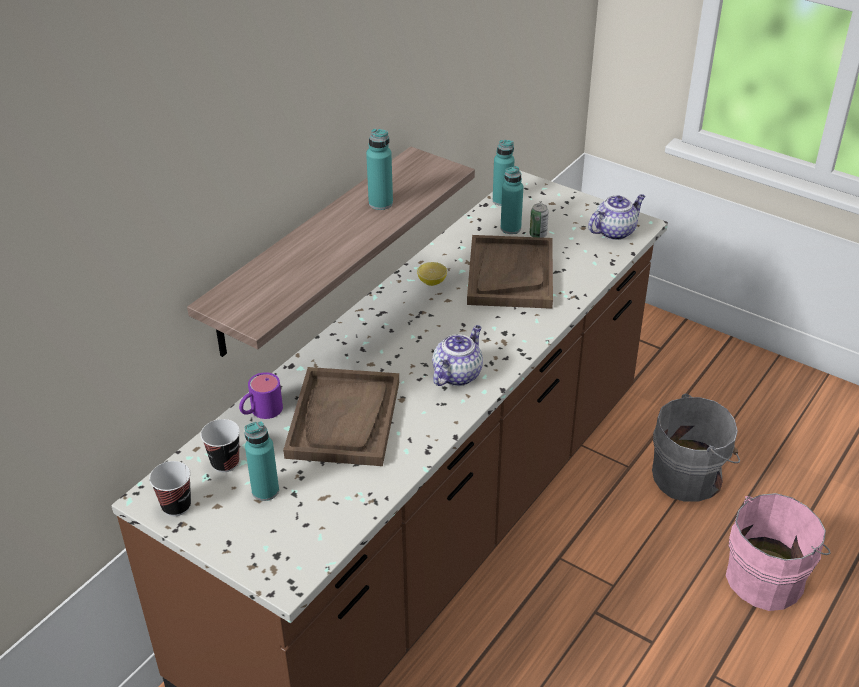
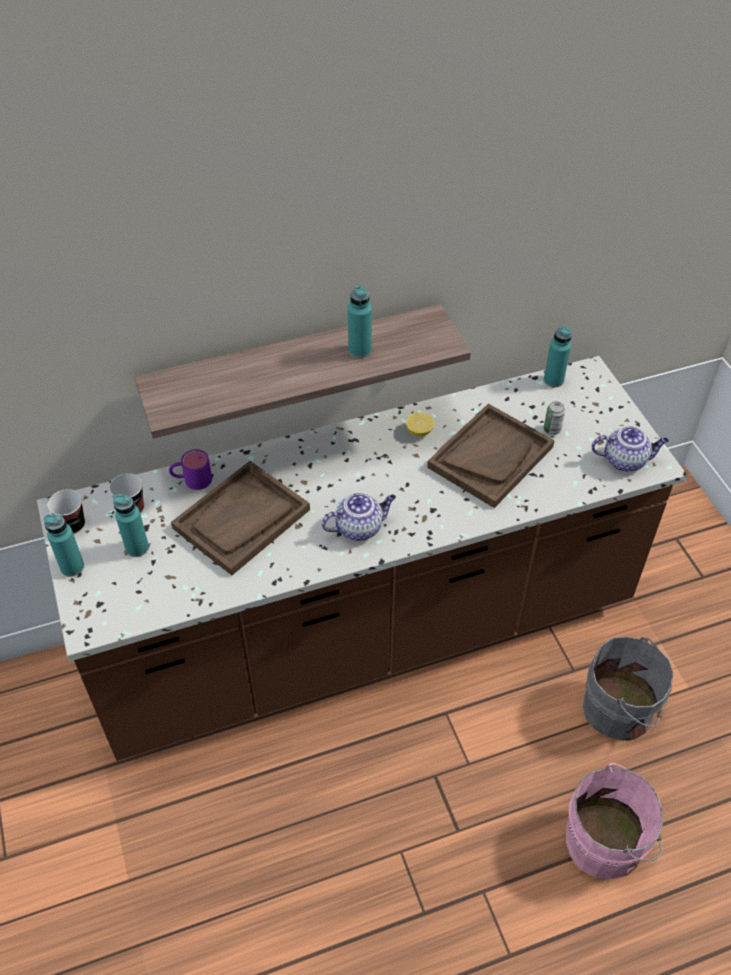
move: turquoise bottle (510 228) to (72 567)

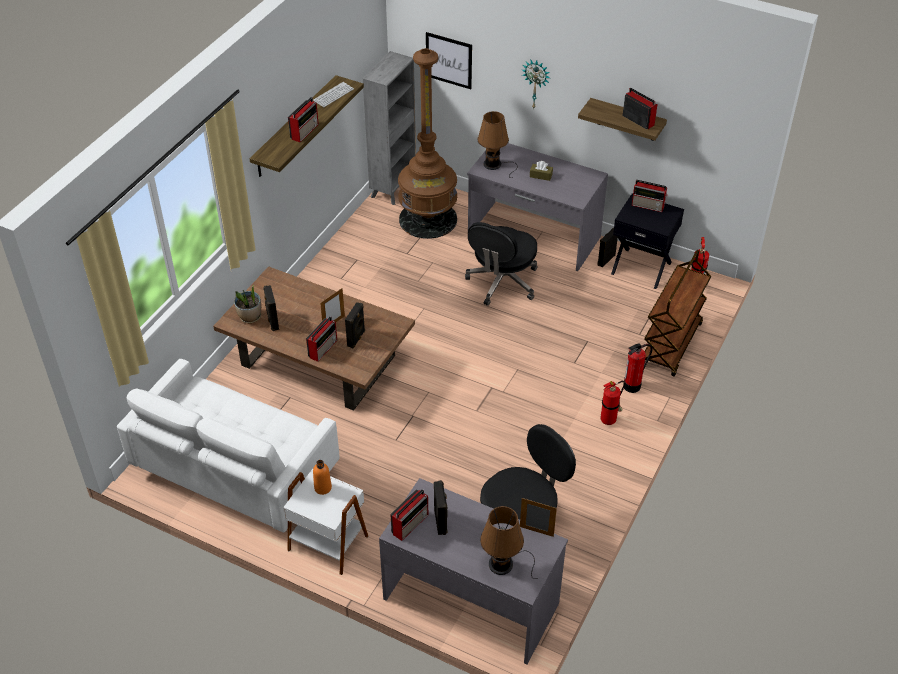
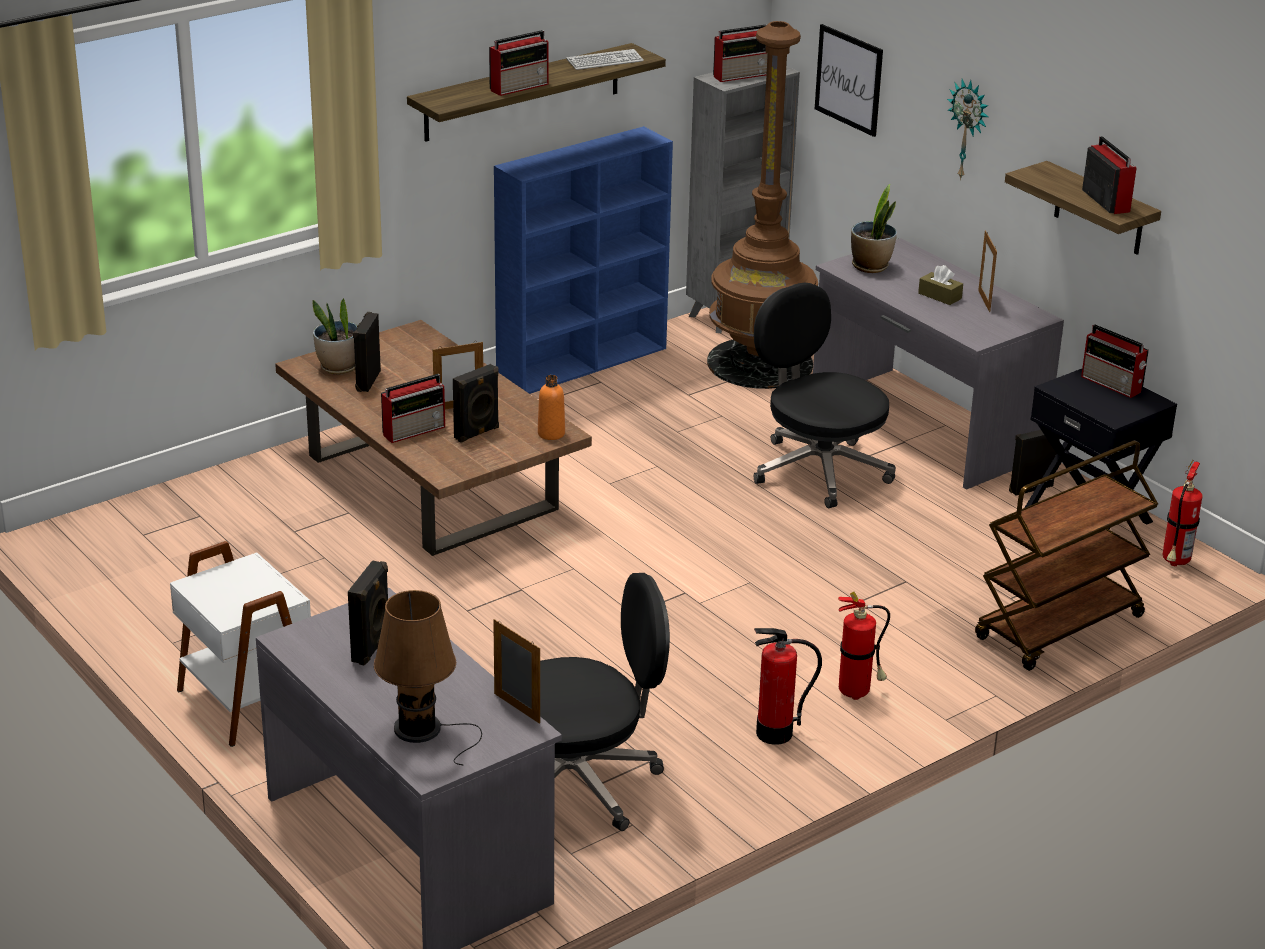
delete: white sofa (235 472)
insert: blue bookcase (583 362); picture frame (984 301)
move: orange bottle (323 488) to (551 434); radio (411 523) to (741 75); fire extinguisher (632 386) to (774 733)
replace: brown table lamp (494 165) to potted plant (871 266)
rotate: black office chair (502 282) = (818 469) 90 degrees clockwise

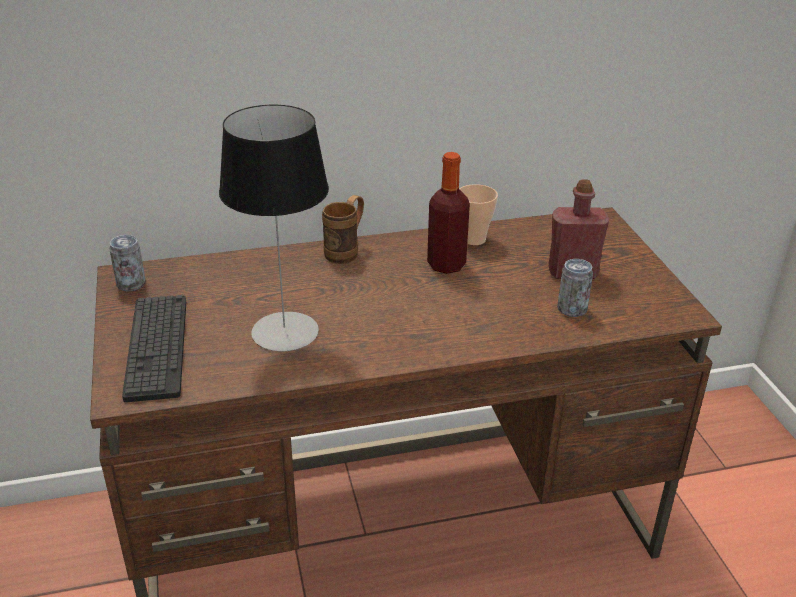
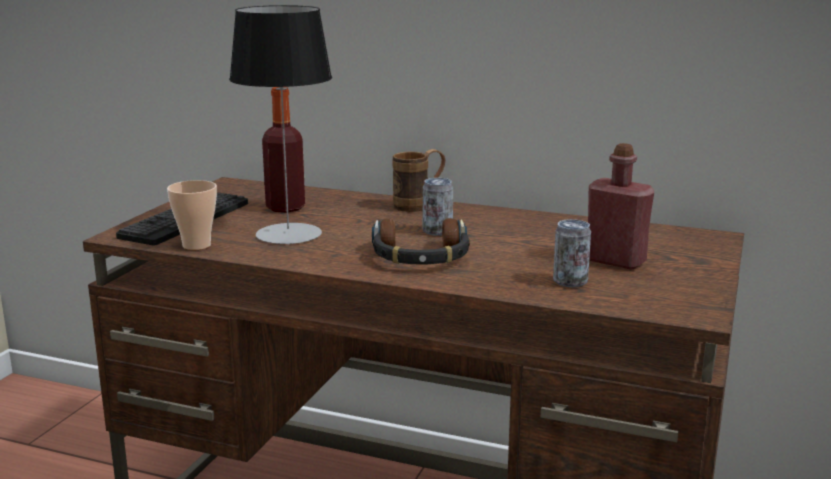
insert: headphones (420 257)
move: can (131 284) to (437 231); bottle (446 265) to (285 208); cup (474 239) to (196 245)

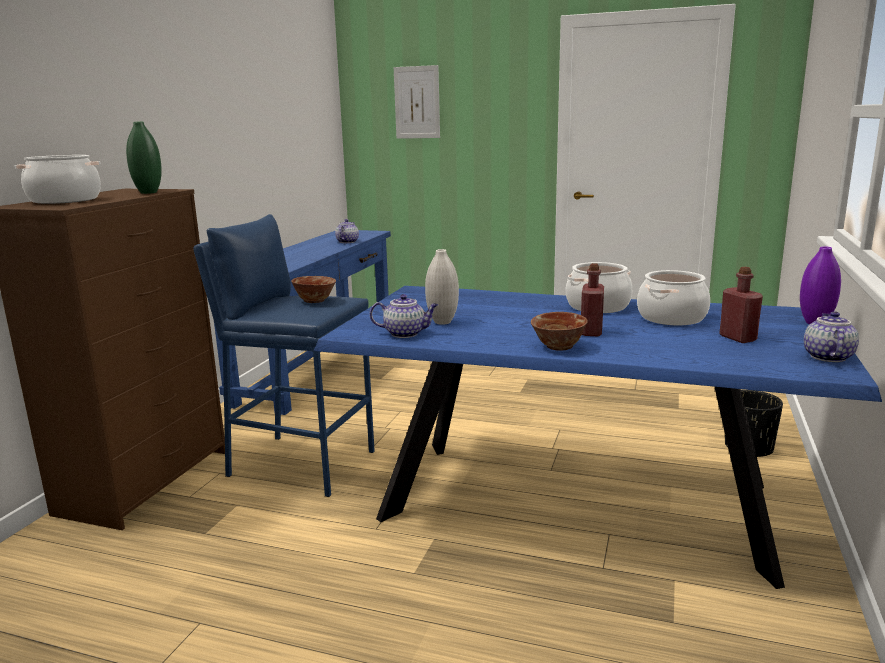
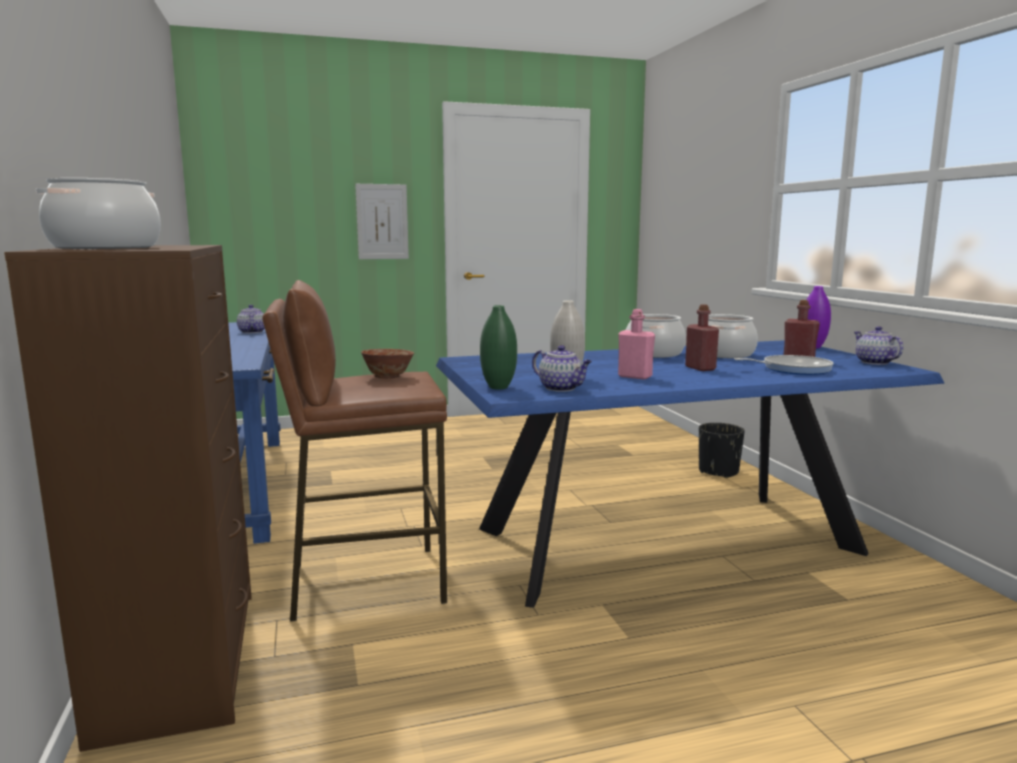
delete: bowl (559 347)
insert: pink bottle (635 376); frying pan (792 369)
move: green vase (148 192) to (498 387); picture (417 102) to (382 221)
recolor: blue stool (301 463) to brown stool (366 582)
rotate: teapot (405 333) = (561 388) 75 degrees clockwise

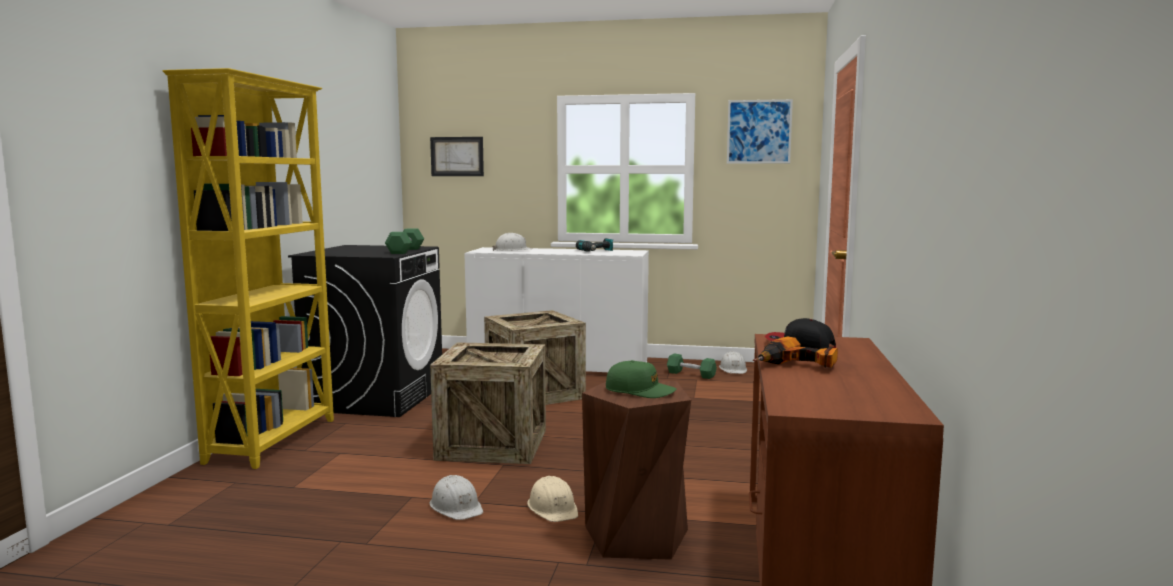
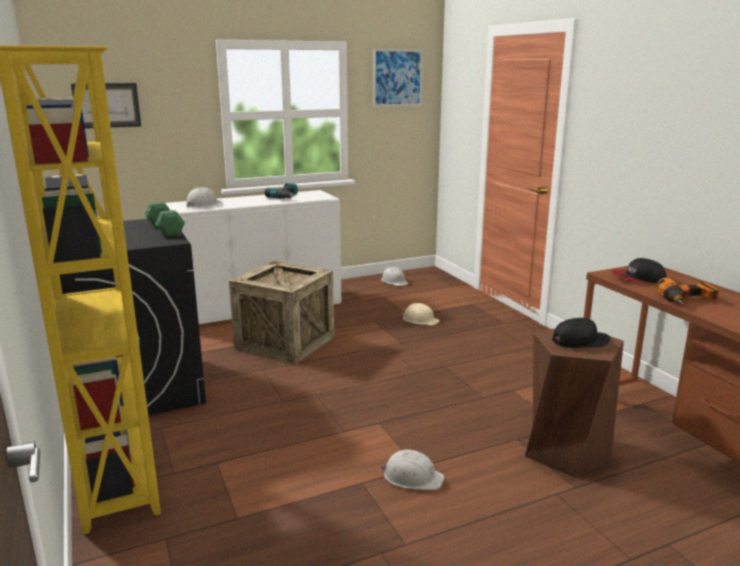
delete: crate (492 444); green dumbbell (691 374)
move: beige hard hat (553 508) to (420 320)
recolor: green cap (640 391) to black cap (580 341)

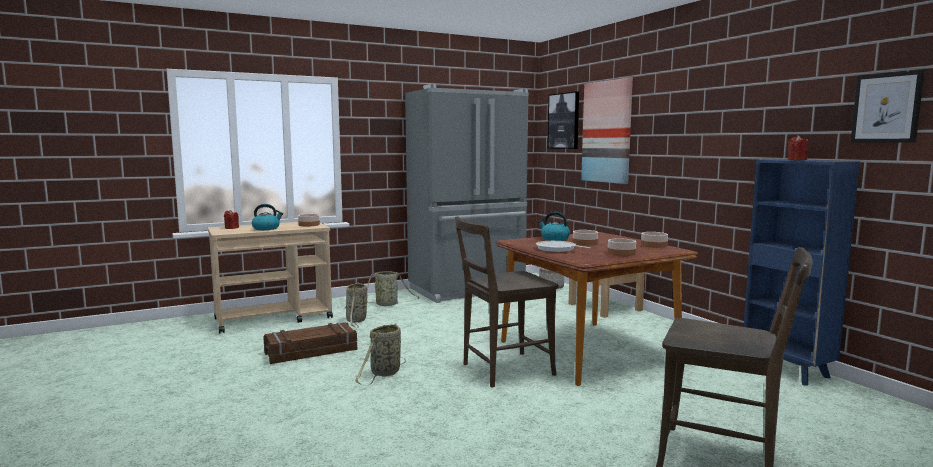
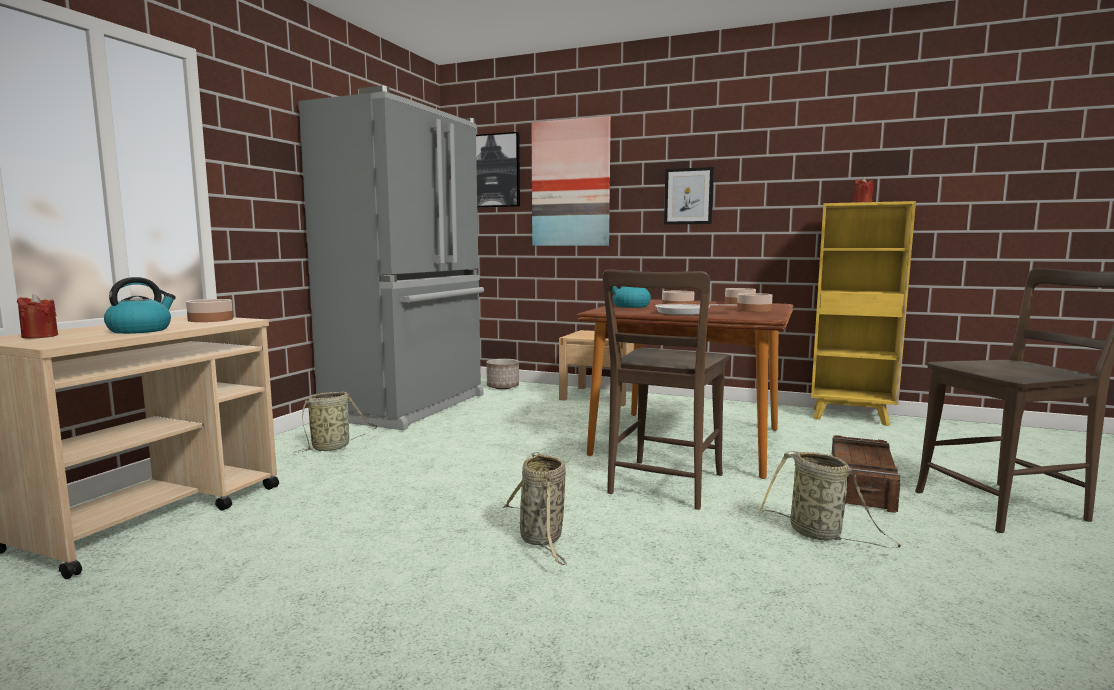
move: crate (311 352) to (862 484); basket (356 321) to (819 534); picture (886 108) to (688 196)
recolor: blue bookcase (787 370) to yellow bookcase (851 417)

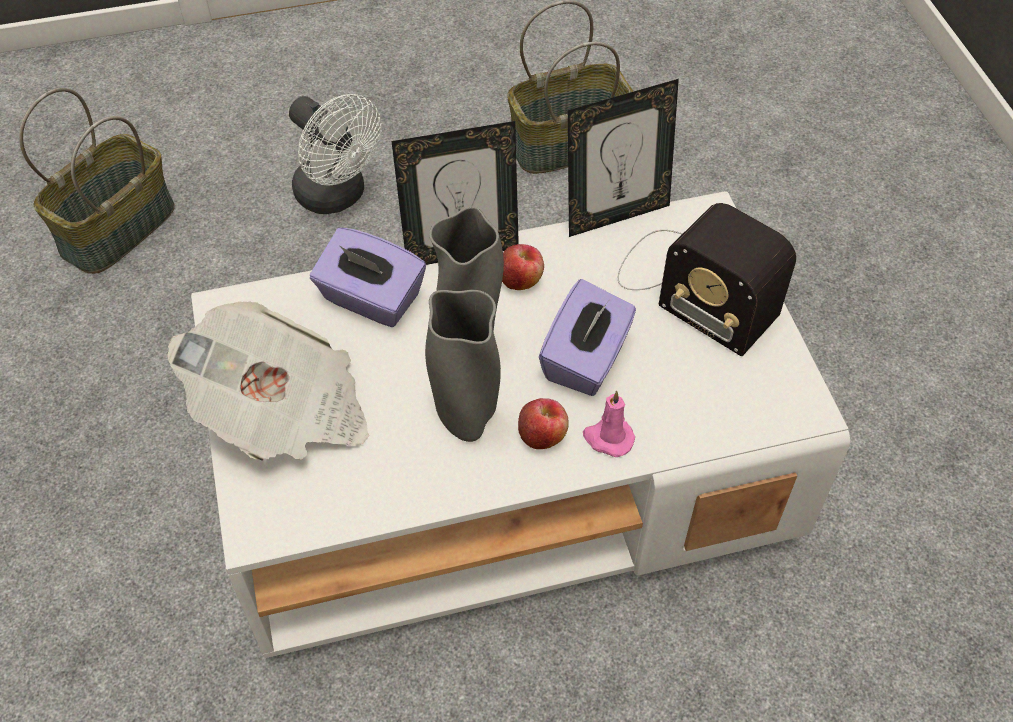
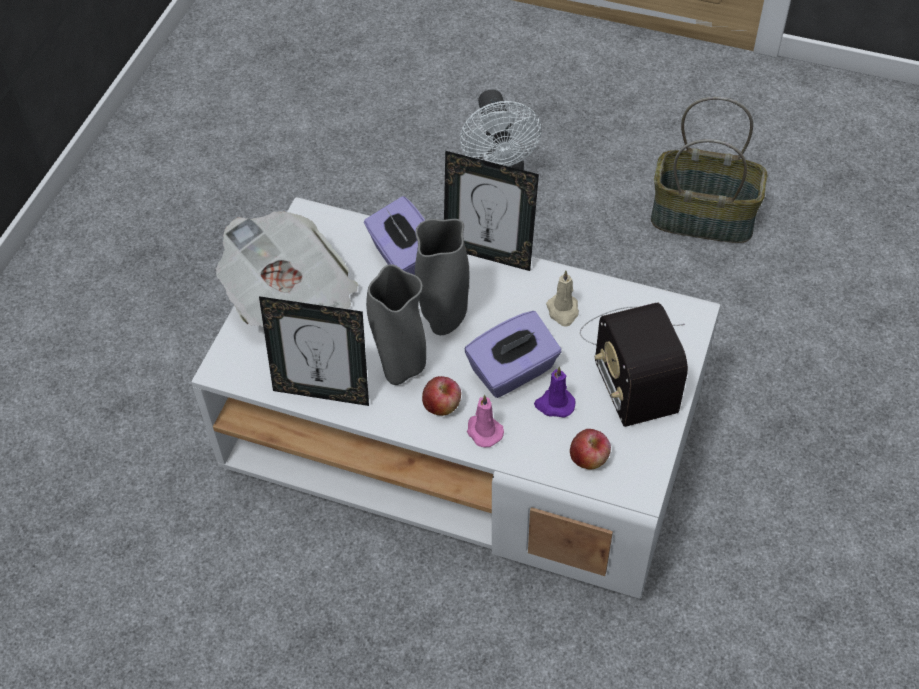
delete: basket (117 228)
insert: purple candle (554 404); beige candle (563 311)
move: apple (521 280) to (589 458); picture frame (615 214) to (322 391)

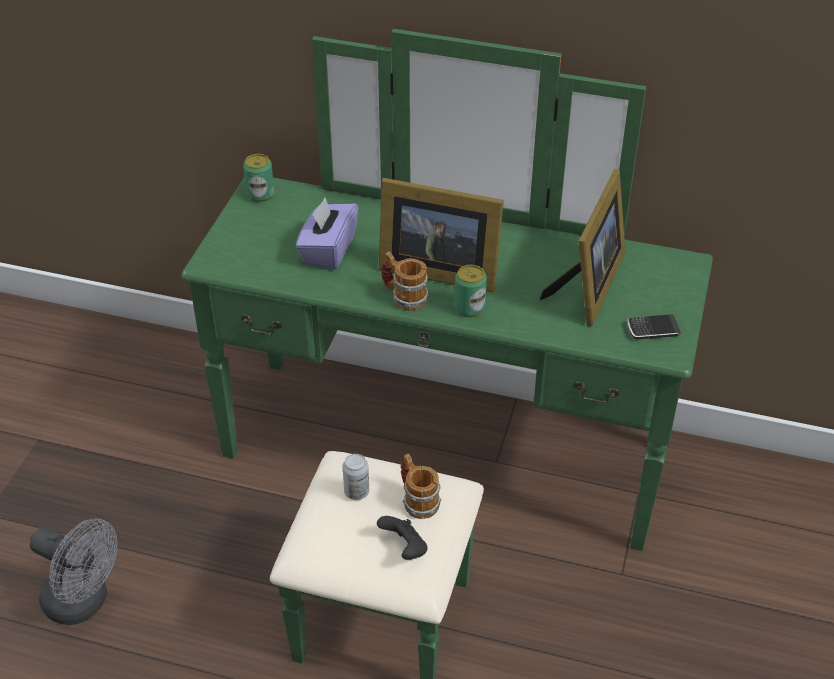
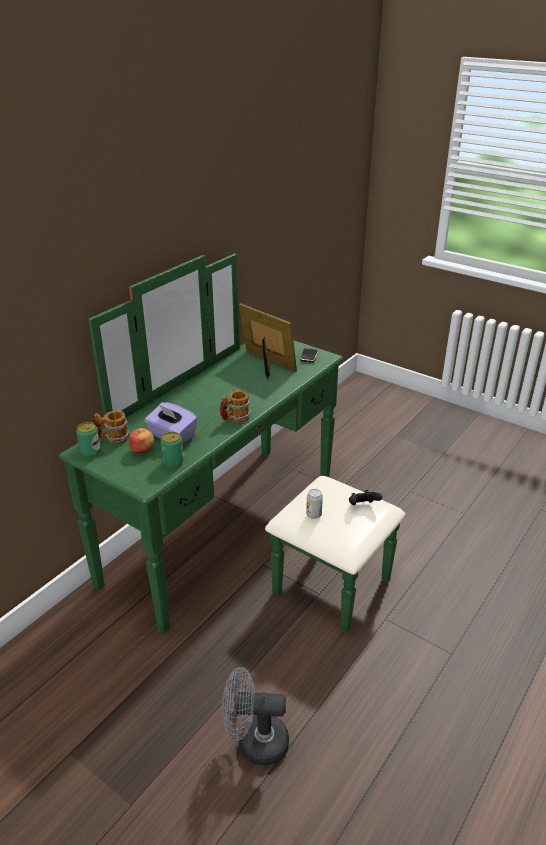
delete: picture frame (436 269)
insert: apple (142 450)
move: mug (417 500) to (112 438); can (469 308) to (173 462)
rotate: grey fan (84 603) = (255 742) 135 degrees counterclockwise

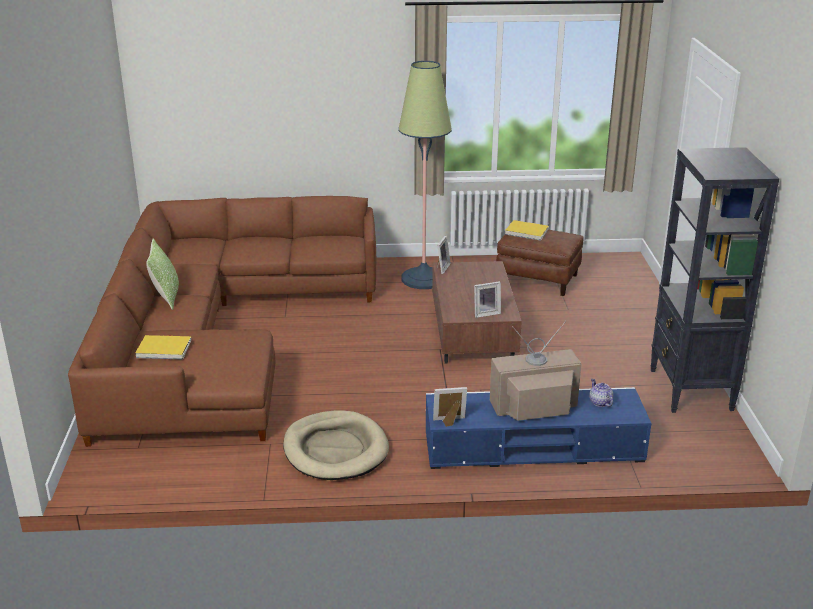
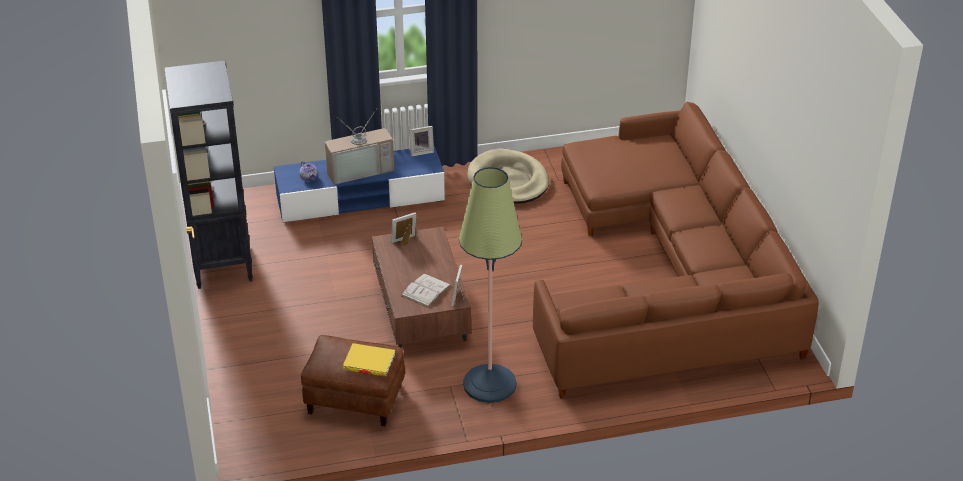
delete: yellow book (164 349); pillow (166 297)
insert: white book (426 290)

